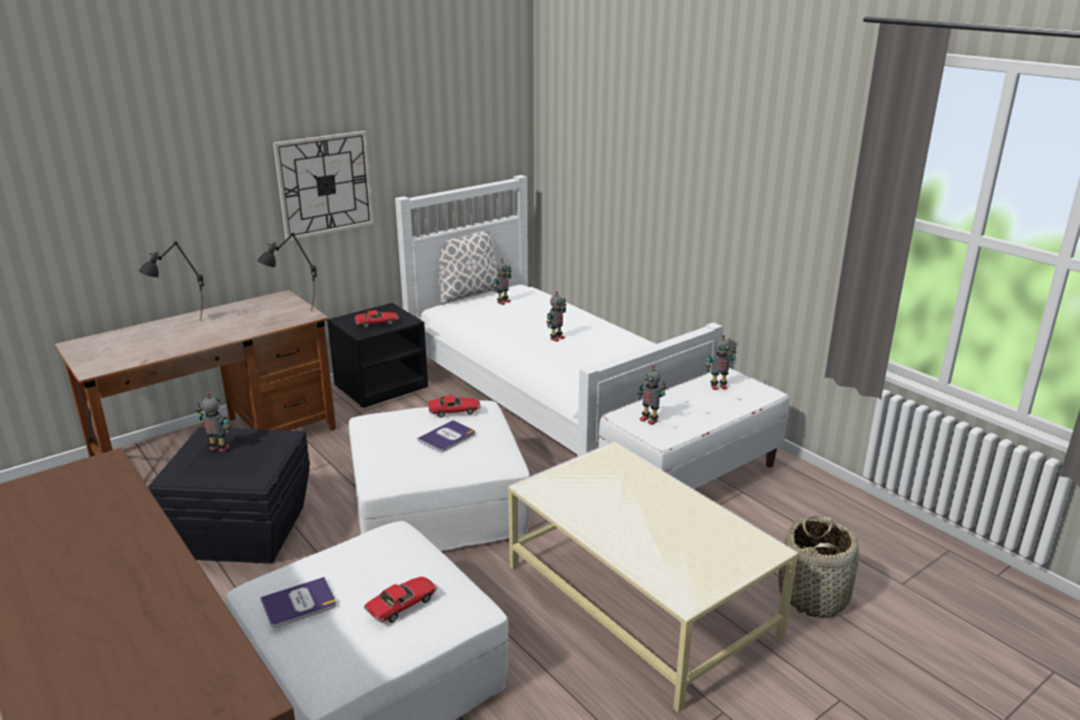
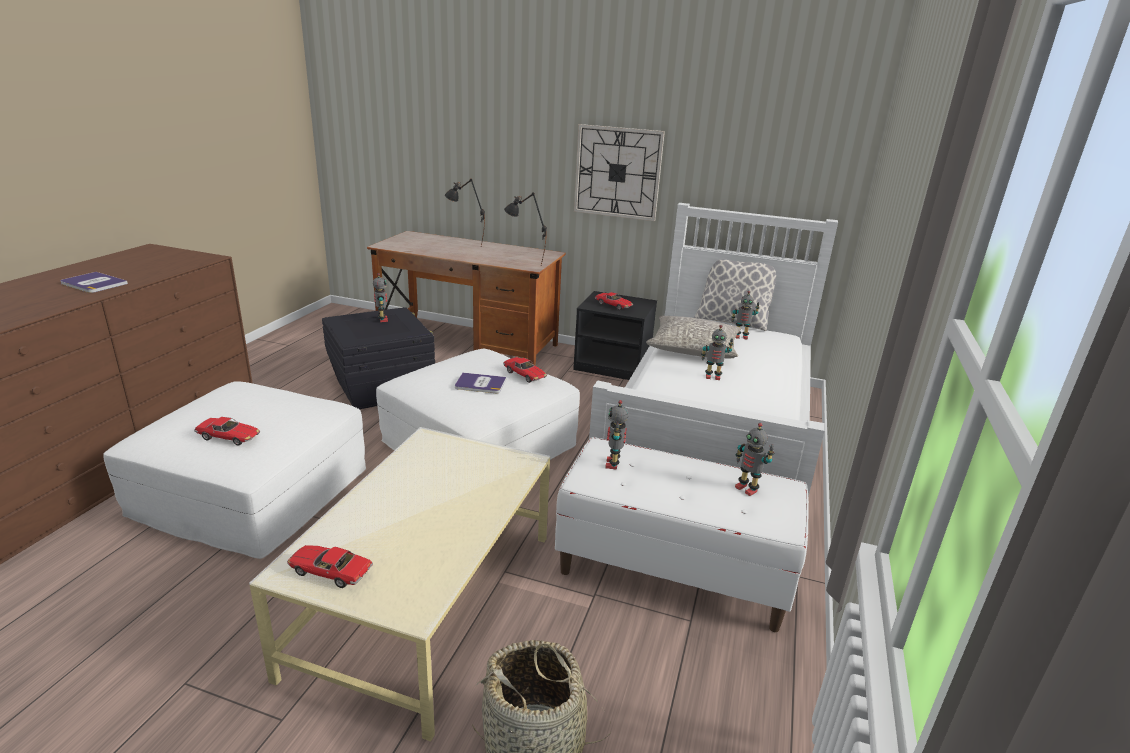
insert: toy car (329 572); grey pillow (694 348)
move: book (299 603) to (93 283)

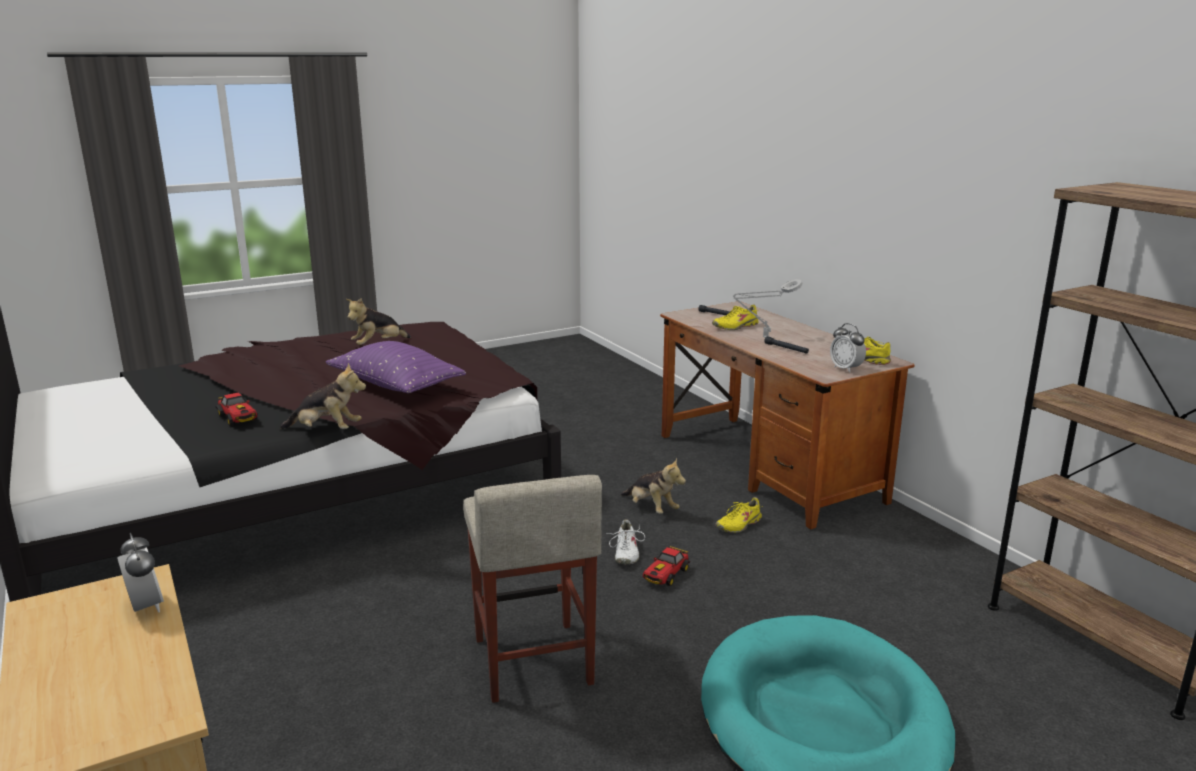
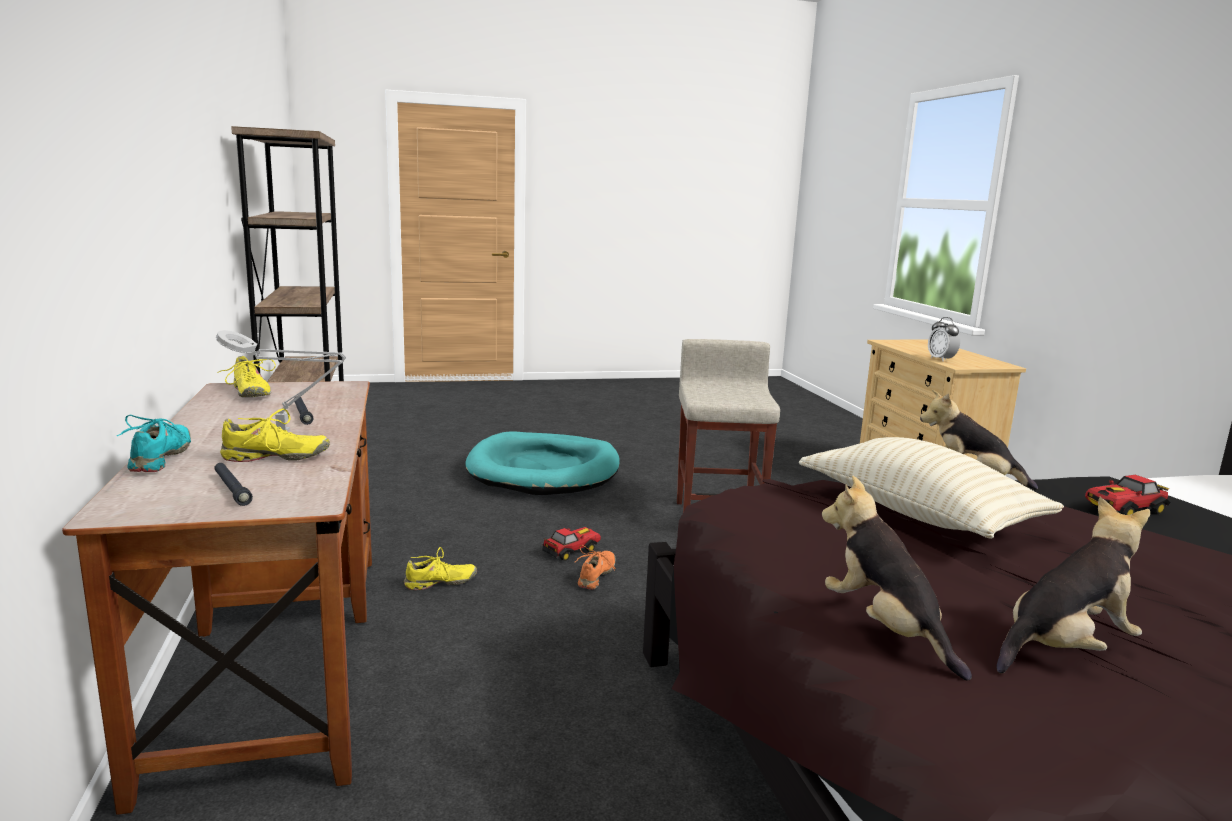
delete: alarm clock (846 369)
insert: turquoise shoe (161 458)
move: plush toy (651 508) to (885 629)
recolor: purple pillow (396 386) to beige pillow (918 514); white shoe (625 553) to orange shoe (597 576)
rotate: toy car (238 418) = (1123 510) 90 degrees counterclockwise

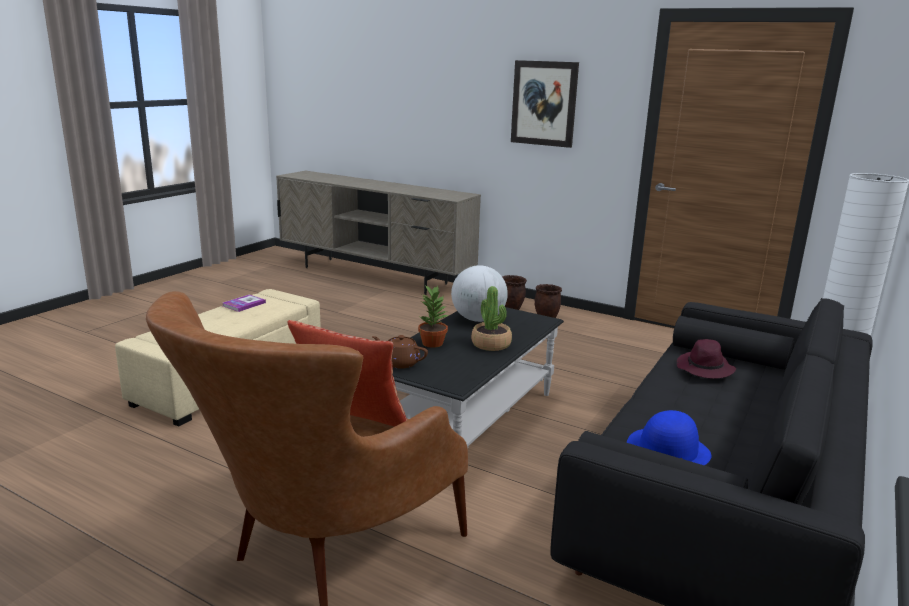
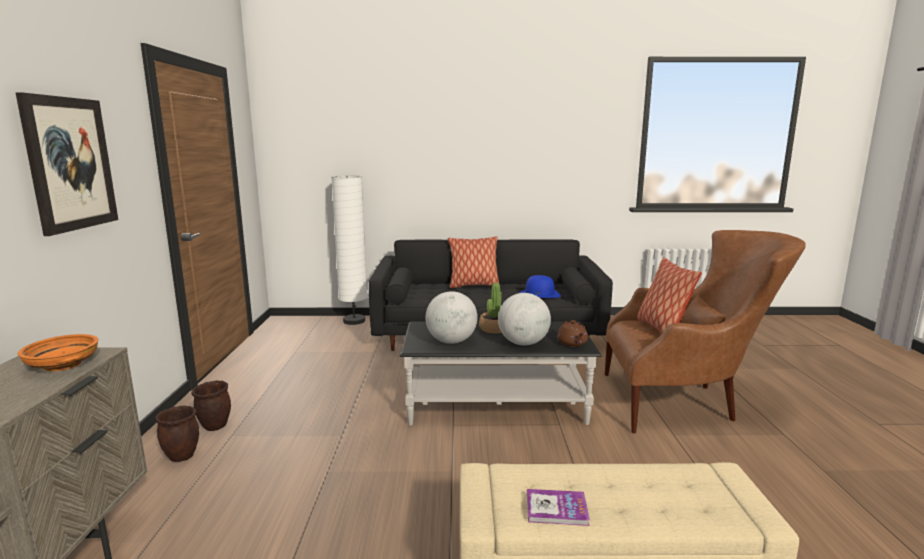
delete: purple hat (705 369)
insert: orange bowl (62 365); pillow (473 286)
replace: potted plant (432 343) to globe (523 343)

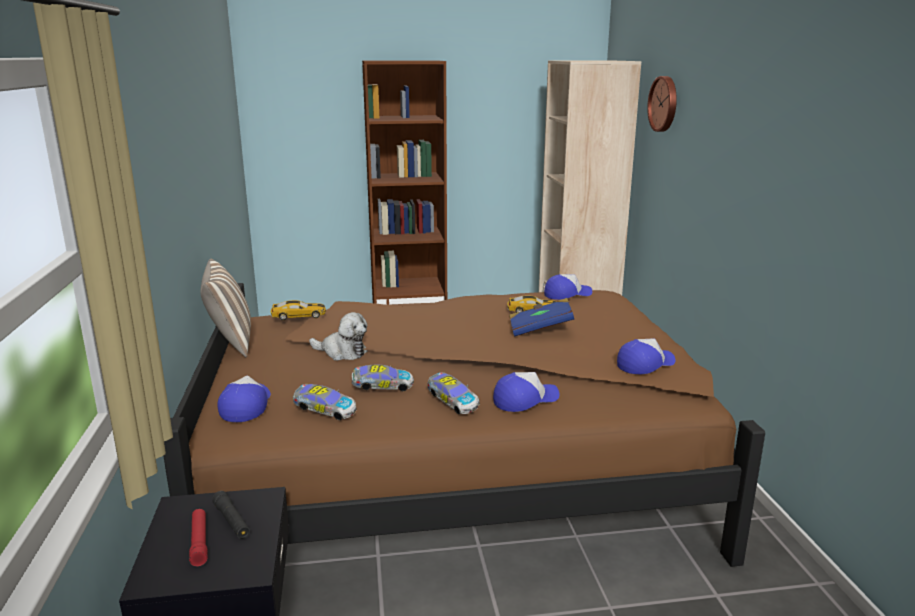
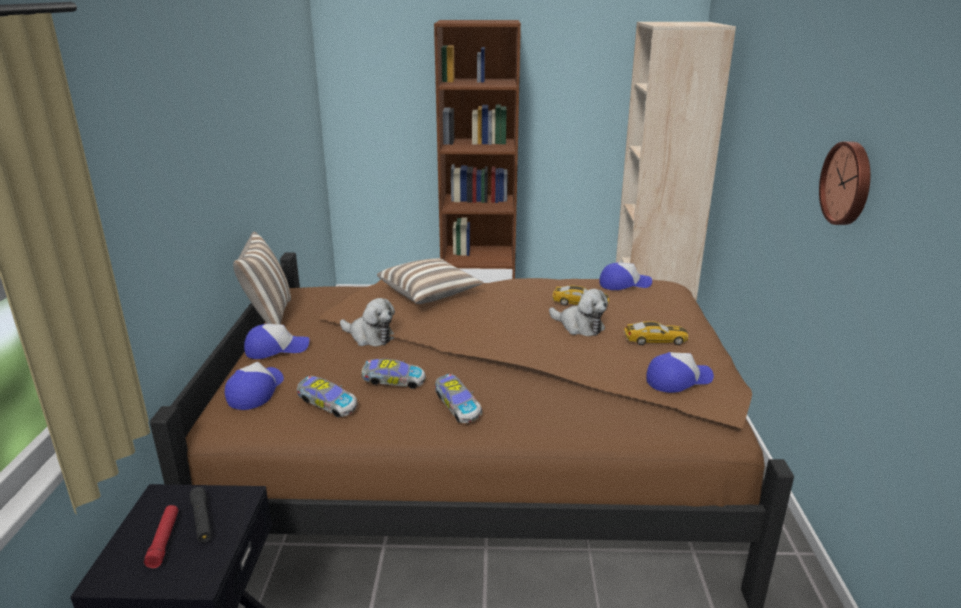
insert: pillow (430 294)
move: toy car (299 316) to (655 340); cap (525 400) to (276 349); wall clock (664 104) to (848 183)
replace: blue book (540 330) to plush toy (579 326)

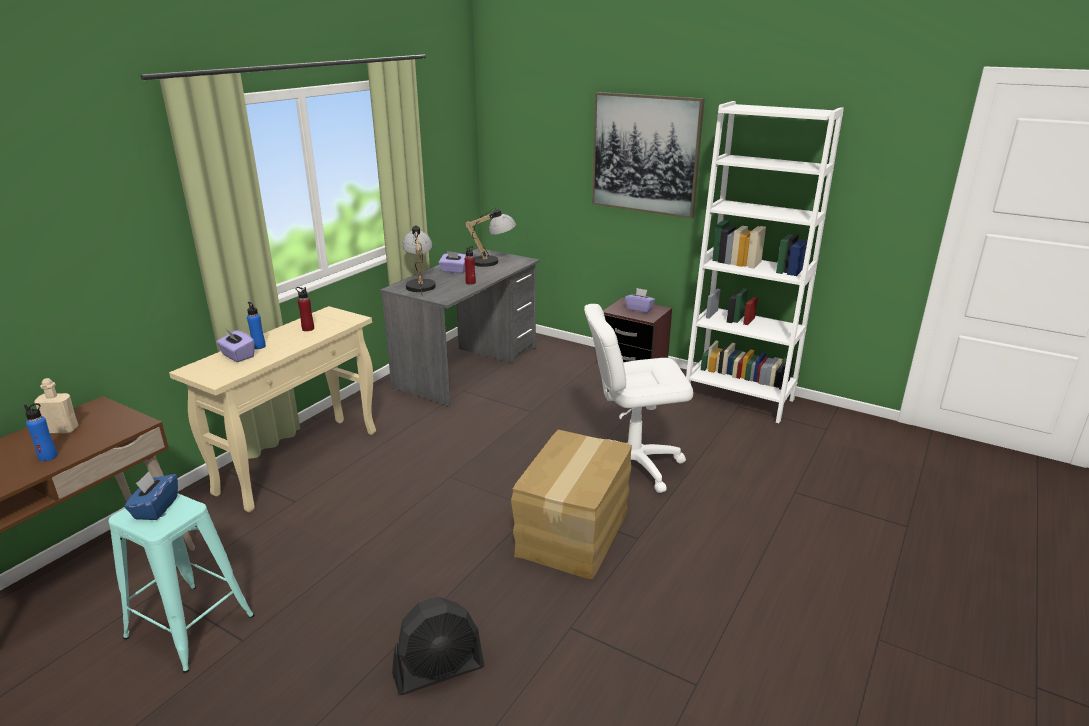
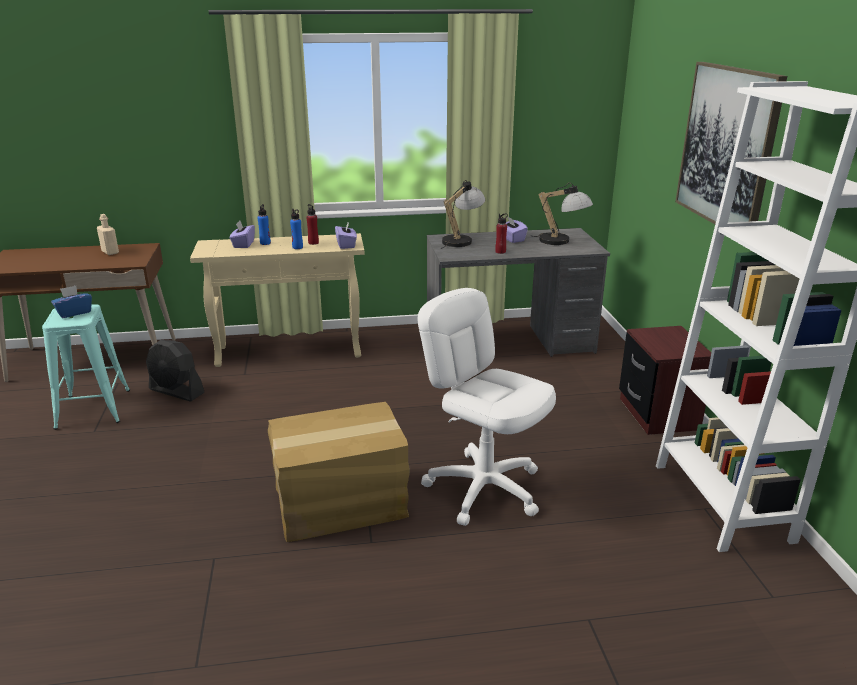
move: blue bottle (48 457) to (297 247); black fan (439 670) to (176 391); purple tissue box (639 309) to (346 245)

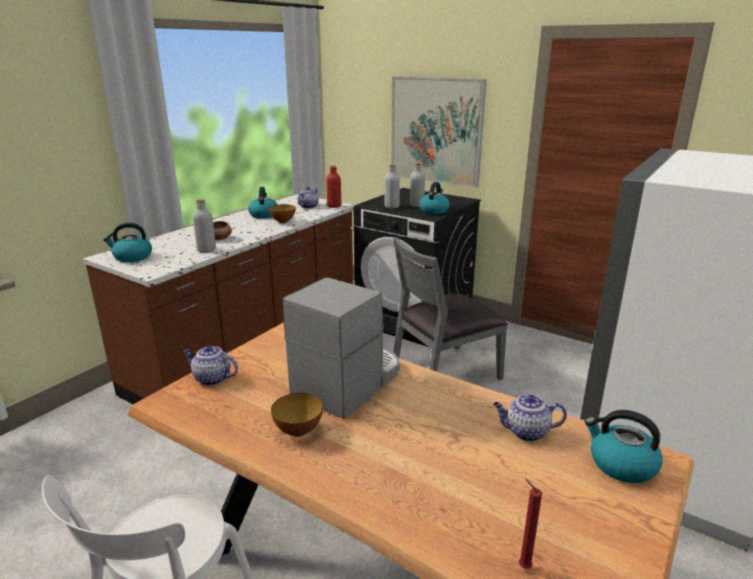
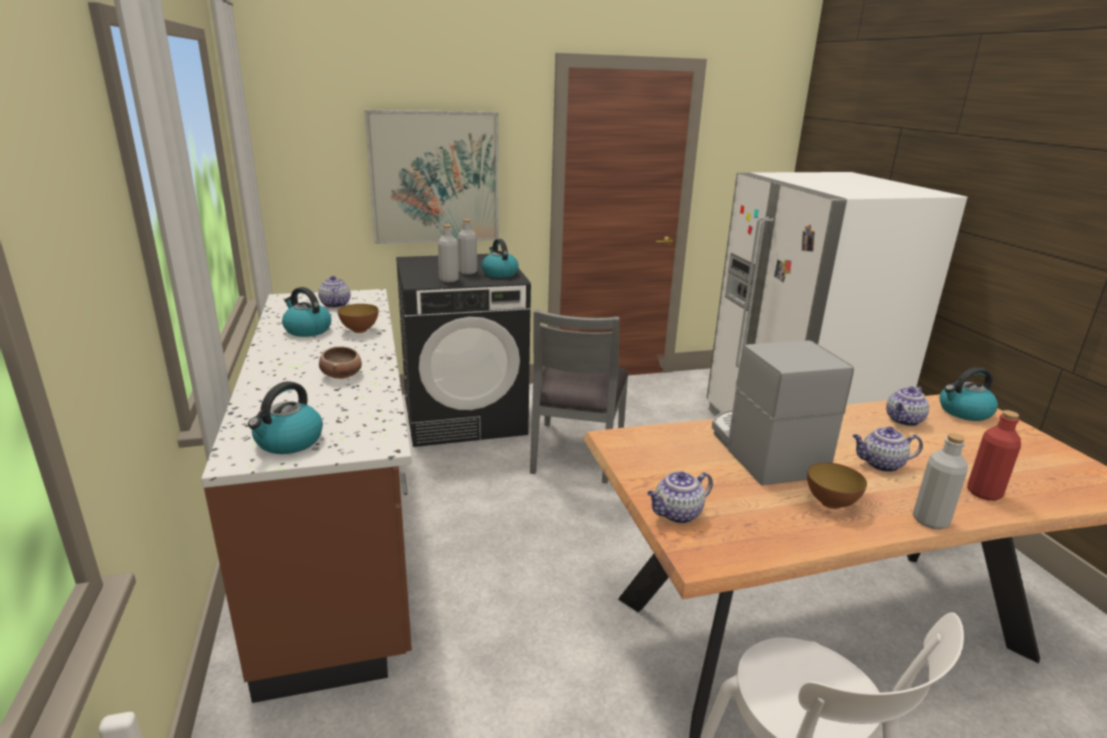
delete: red candle (522 566)
insert: teapot (880 464)
move: grey bottle (206 250) to (930 520); red bottle (334 206) to (984 493)

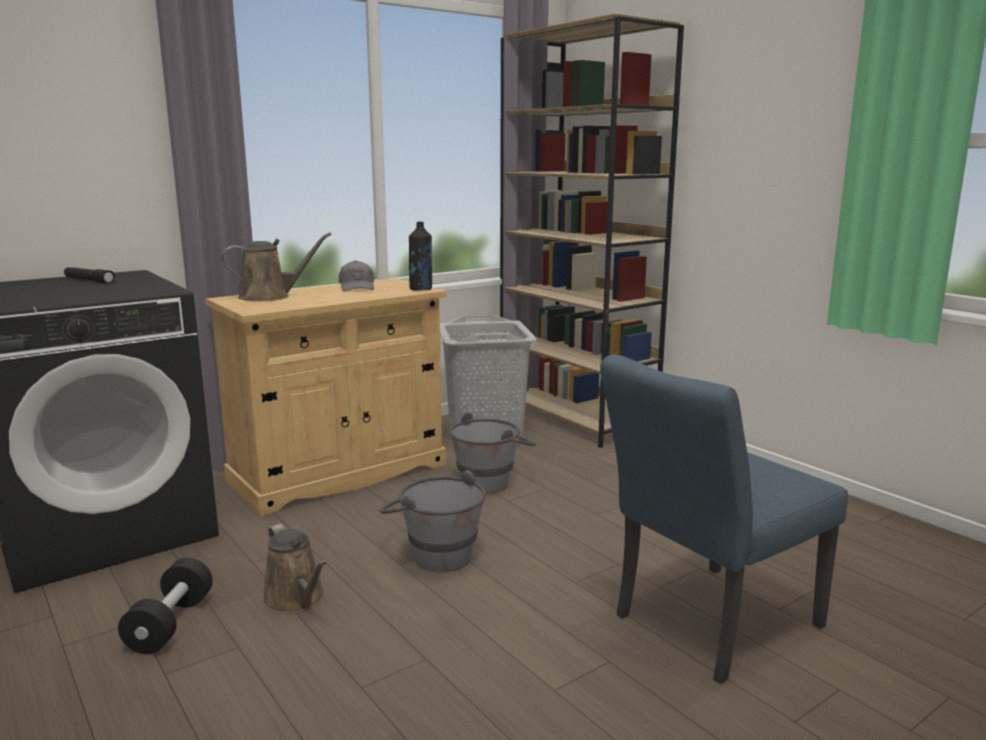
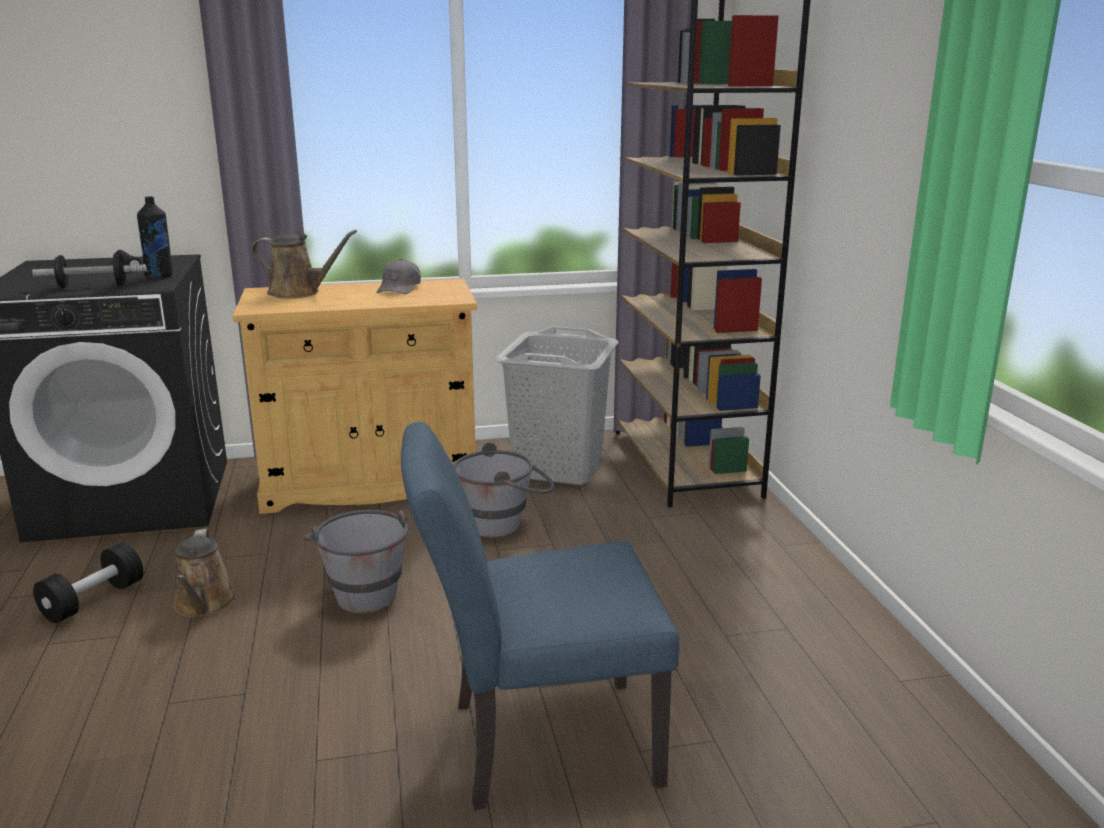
insert: dumbbell (93 286)
move: black bottle (421 289) to (160 276)

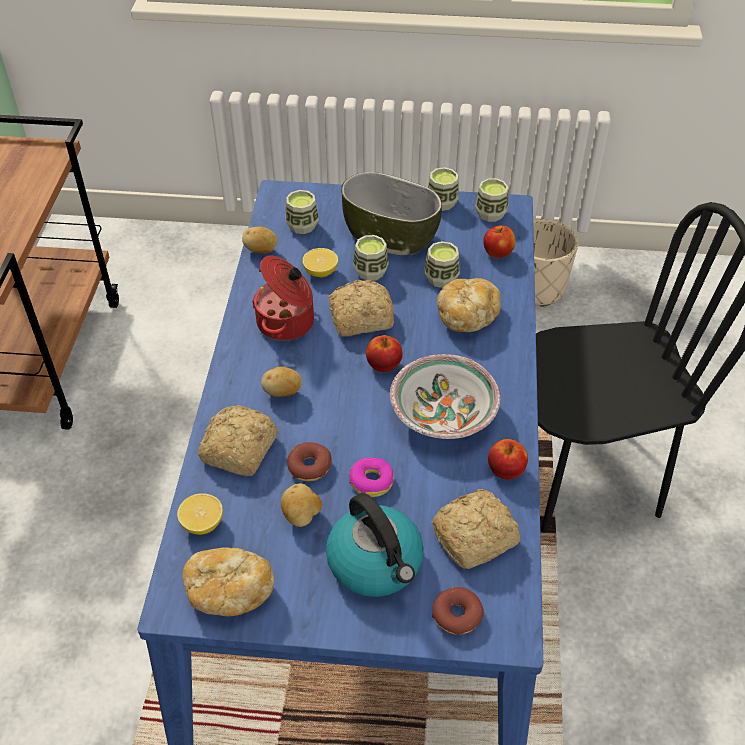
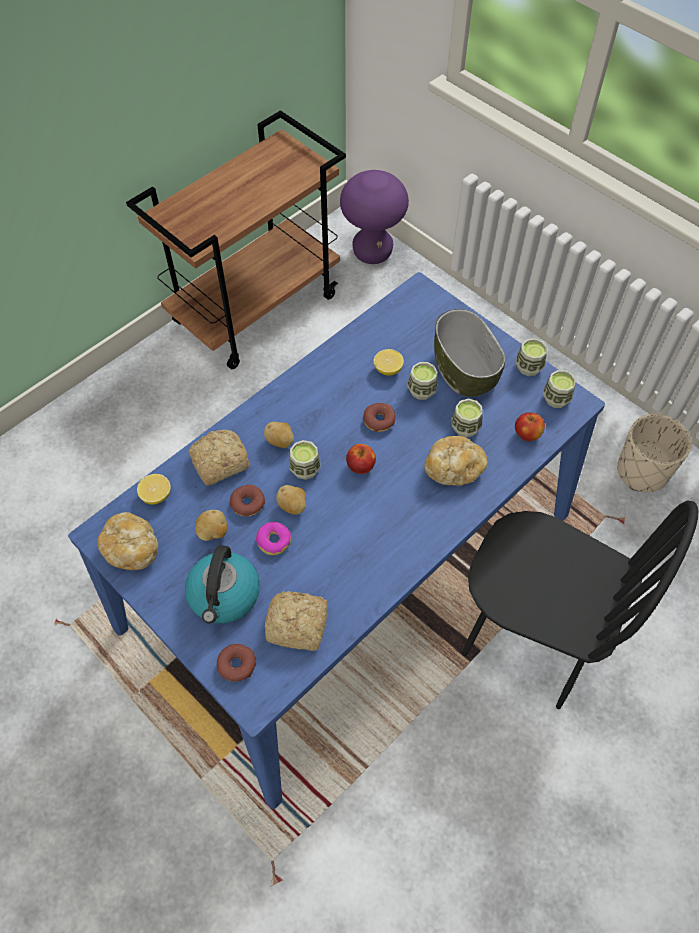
delete: cooking pot (287 323); bowl (443 413); apple (505 470)
insert: purple stool (372 252)
move: potato (261 250) to (293 506); cup (302 225) to (305 469)
replace: bread (359 318) to donut (379 420)

